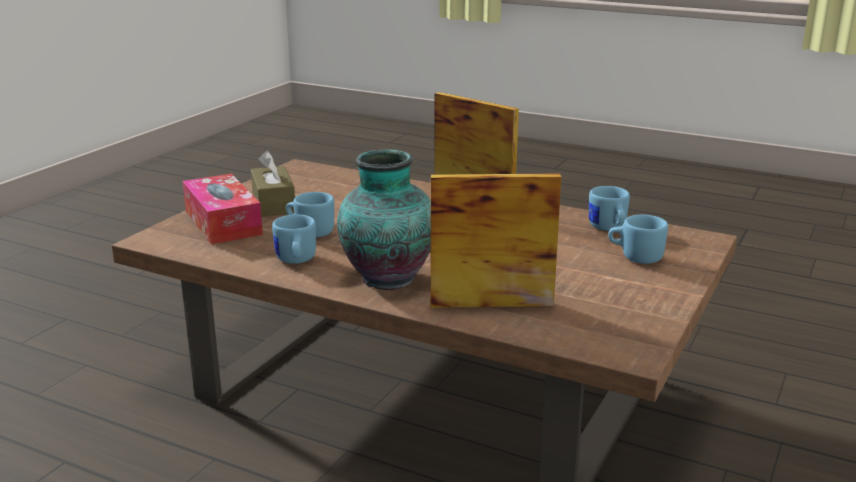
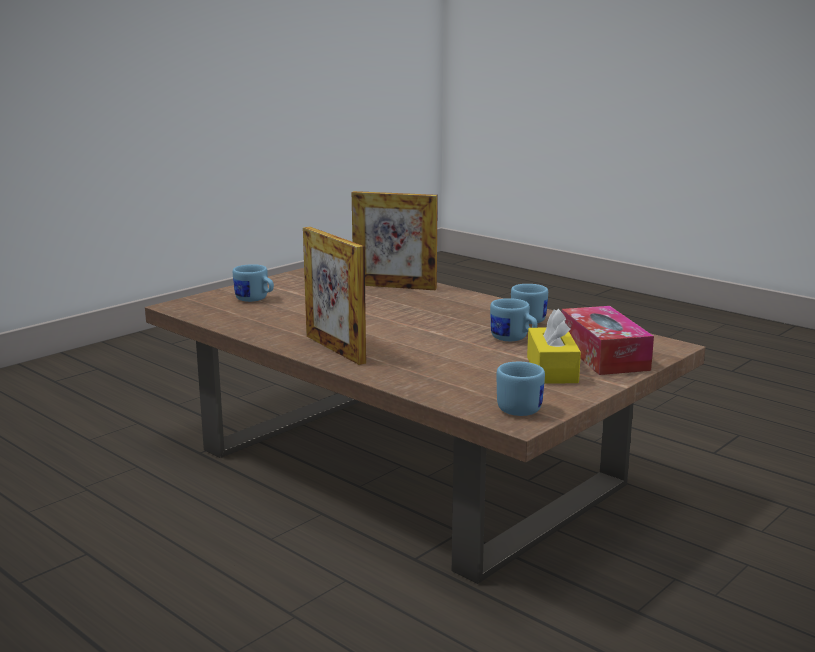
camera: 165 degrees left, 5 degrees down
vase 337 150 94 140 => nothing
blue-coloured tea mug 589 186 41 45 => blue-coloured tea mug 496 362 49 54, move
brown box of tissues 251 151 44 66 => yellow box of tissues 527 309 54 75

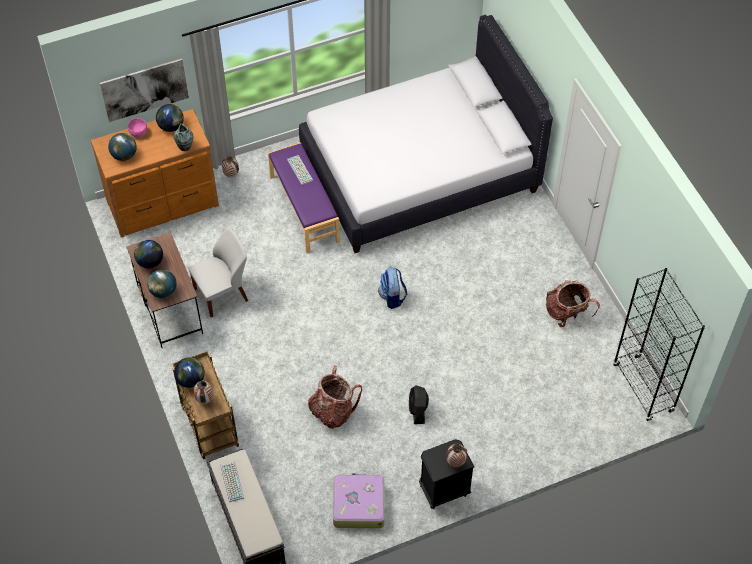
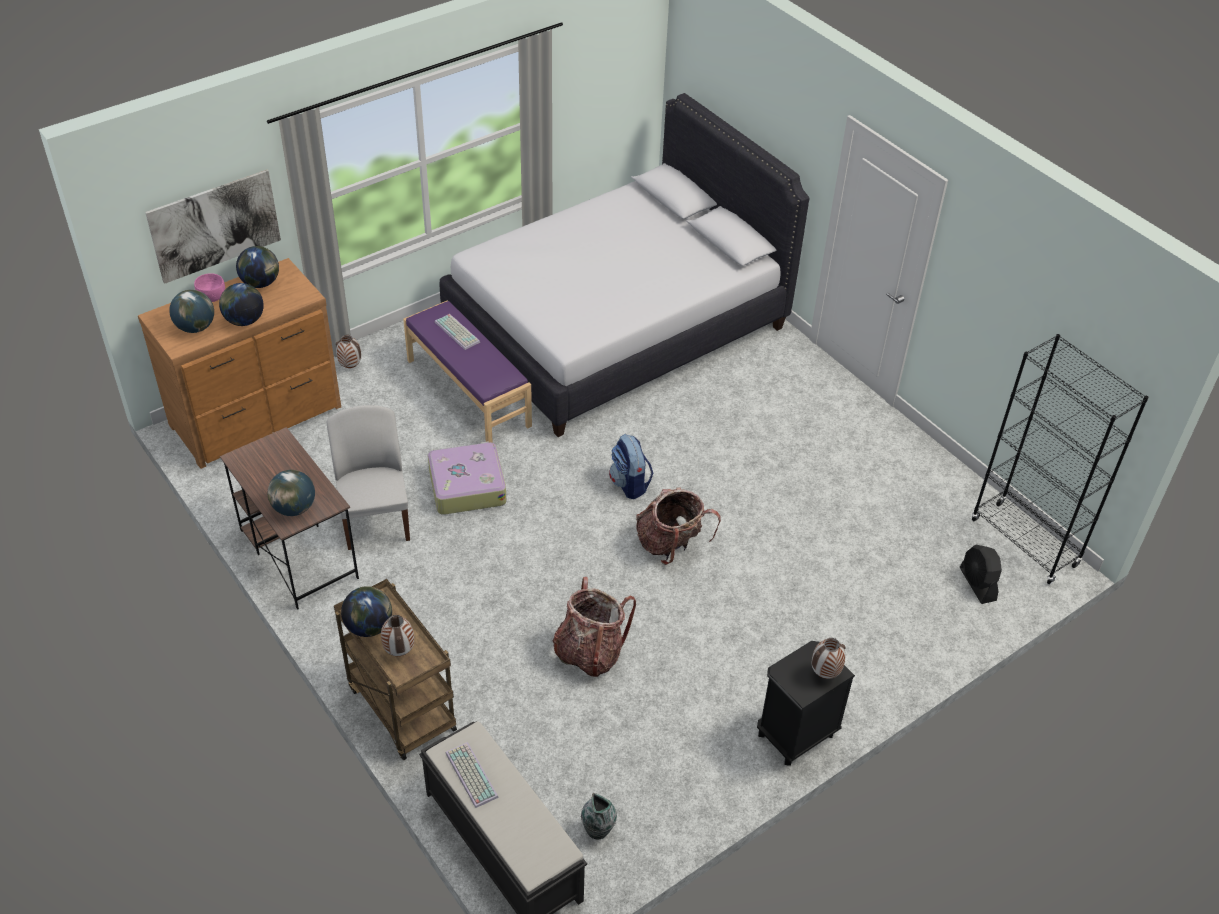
camera: 15 degrees left, 10 degrees down
globe 134 240 29 29 => globe 219 283 45 43, move
vase 174 123 20 28 => vase 581 793 36 46, move
travel case 333 473 52 55 => travel case 428 441 78 74, move
black-coloured cooling fan 409 385 20 39 => black-coloured cooling fan 960 544 42 60, move
knapsack 546 280 54 47 => knapsack 636 488 85 77, move
white-coloured chair 188 227 60 90 => white-coloured chair 327 405 83 145, 60 degrees counterclockwise

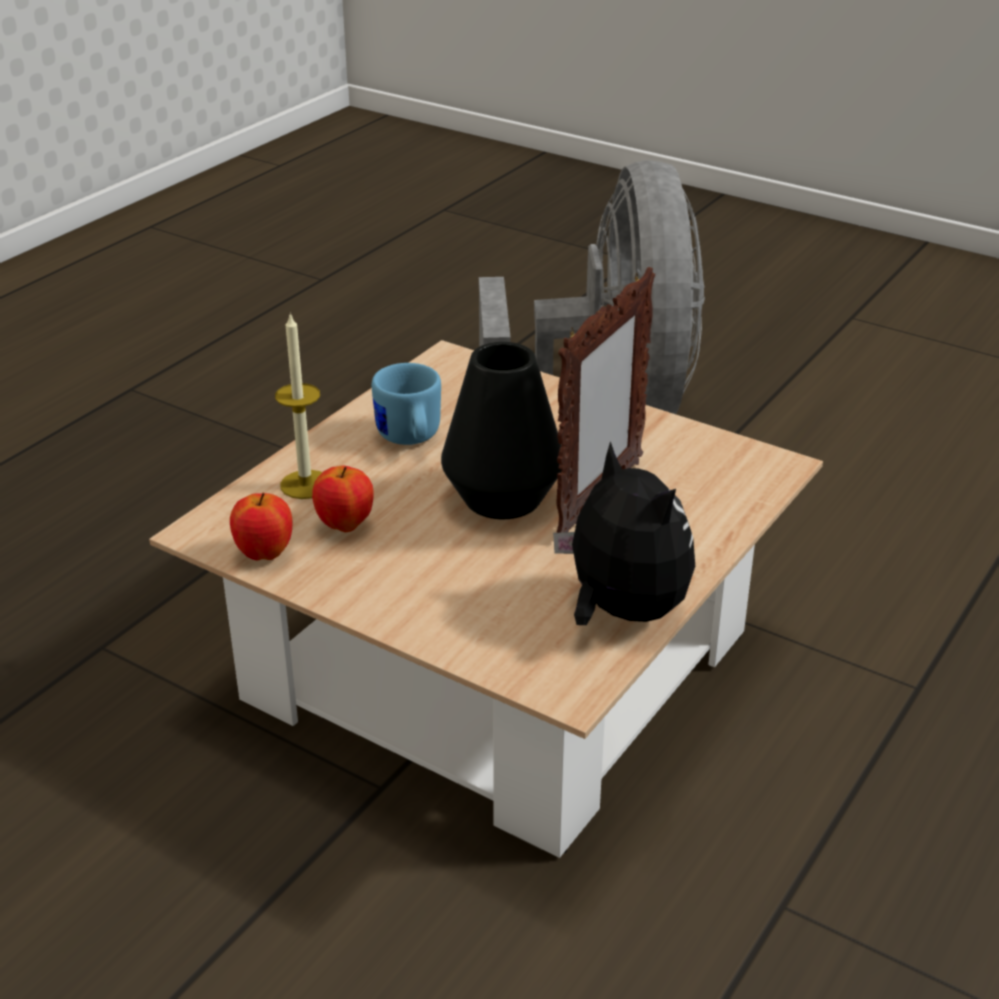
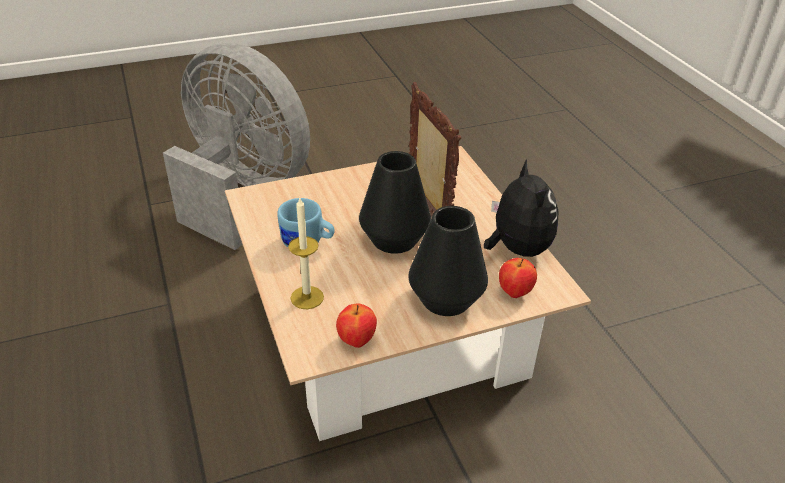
camera: 55 degrees left, 5 degrees up
nothing => black-coloured vase 408 206 80 110
apple 312 466 61 66 => apple 499 258 38 40, move
plush toy 553 441 142 184 => plush toy 484 159 74 98, 75 degrees clockwise

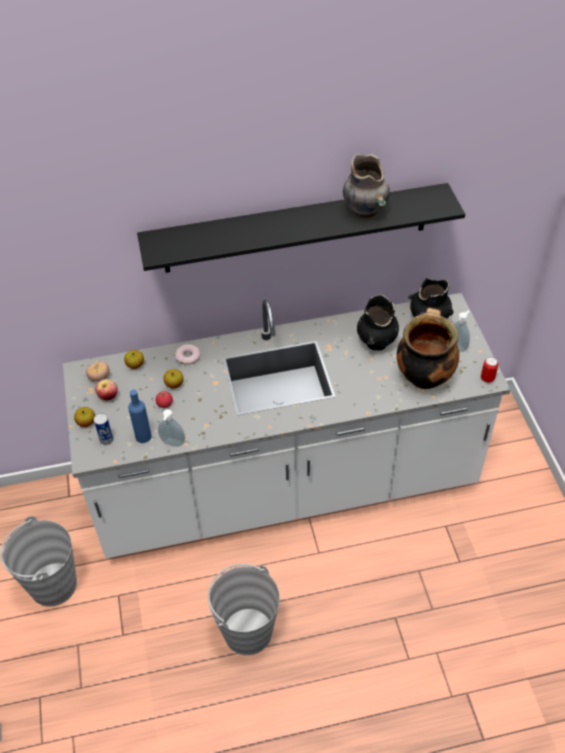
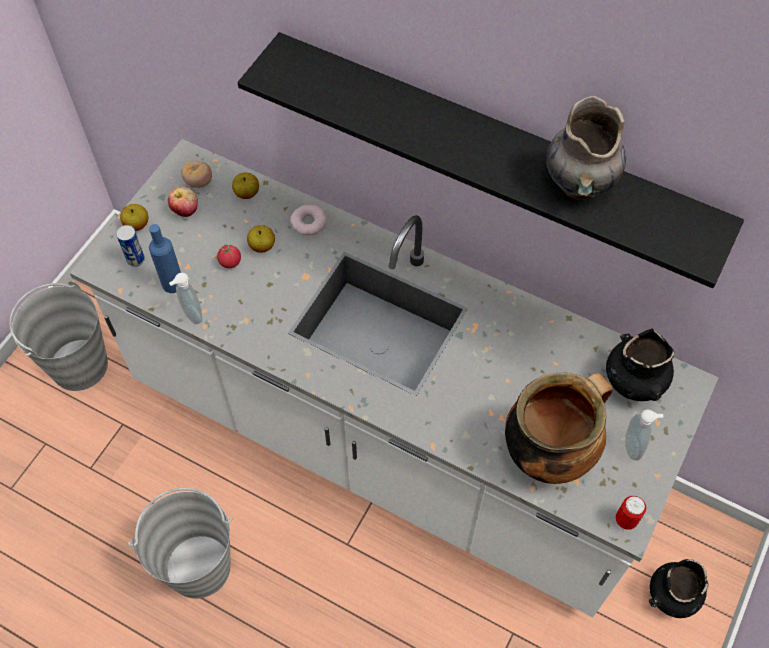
camera: 40 degrees right, 10 degrees up
black-coloured vase 357 295 42 56 => black-coloured vase 649 559 59 59, move

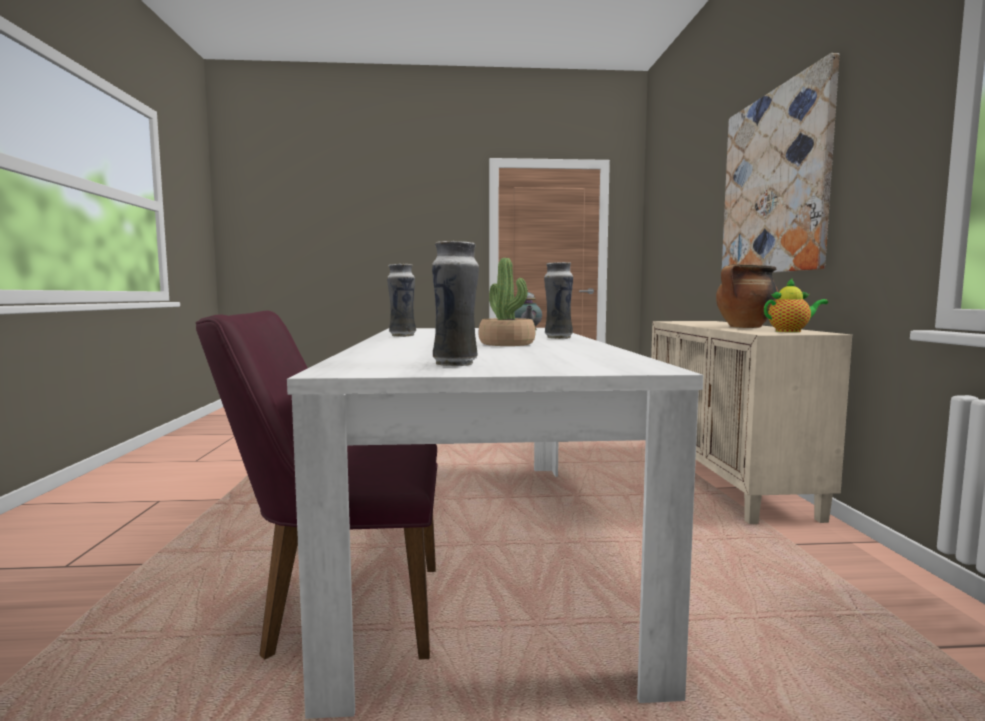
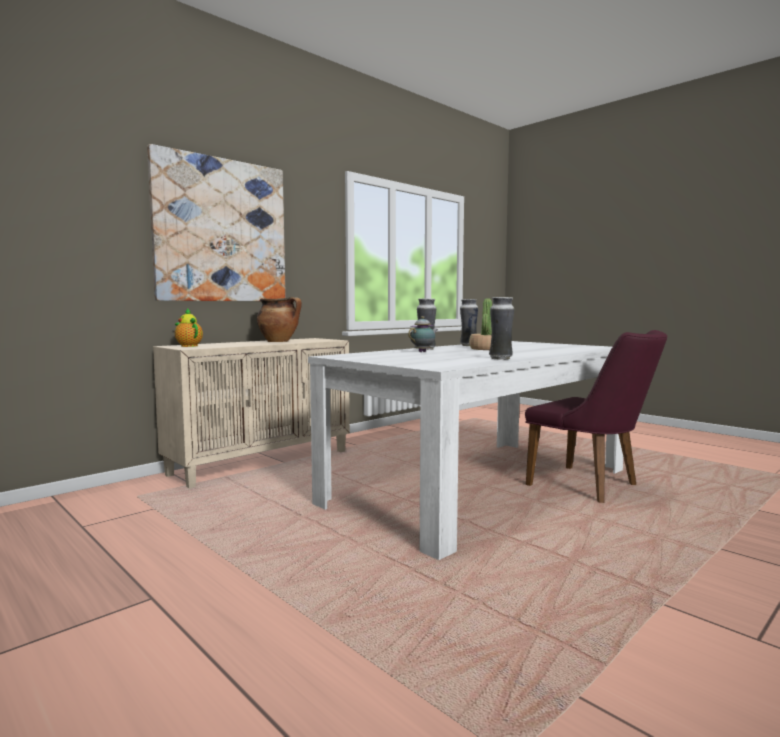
camera: 130 degrees left, 0 degrees up
vase 432 241 47 125 => vase 460 299 18 47, move
tea pot 764 278 64 54 => tea pot 175 308 28 39, move

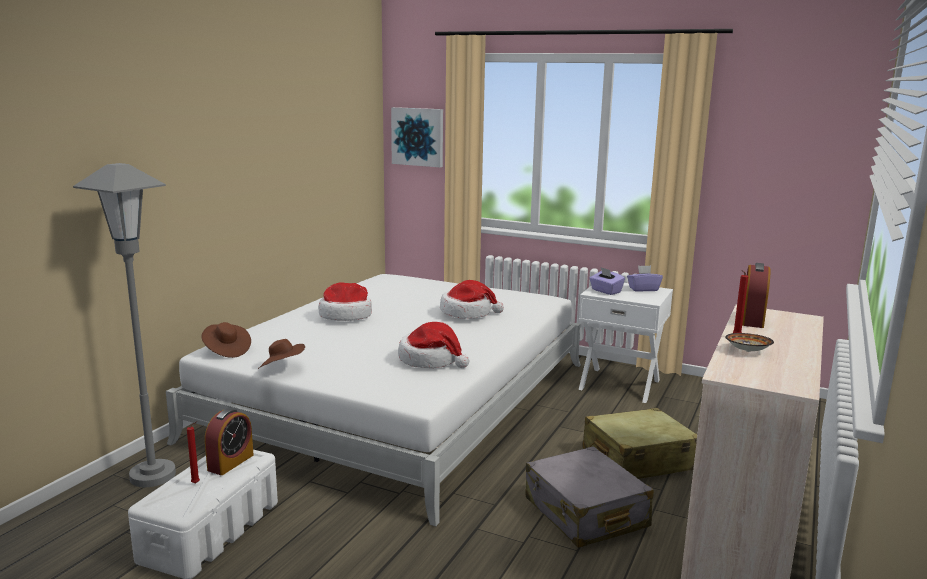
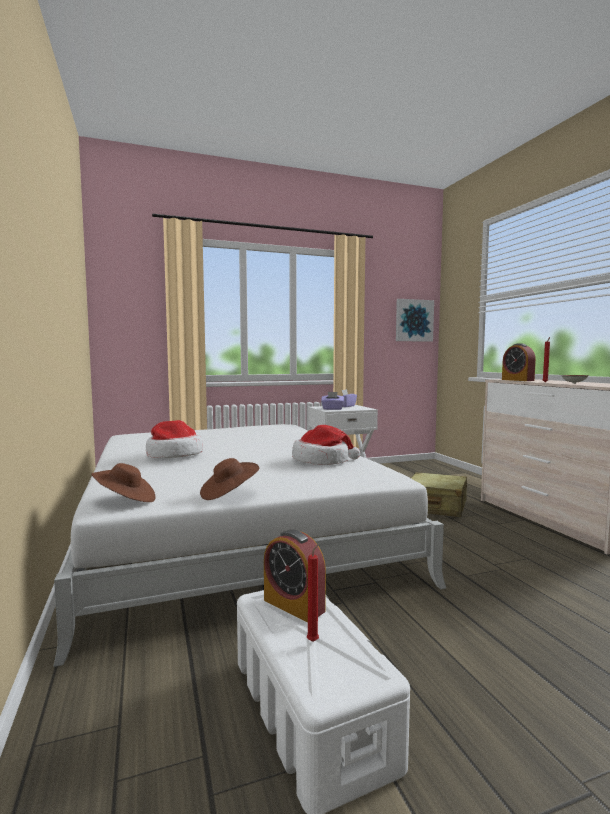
camera: 45 degrees left, 10 degrees down
grey floor lamp 73 163 103 324 => nothing
clothing hat 440 280 64 39 => nothing
grey travel case 526 446 128 102 => nothing
wall art 391 107 52 60 => wall art 396 299 38 43, move
alarm clock 205 408 48 67 => alarm clock 264 530 62 92, 150 degrees clockwise

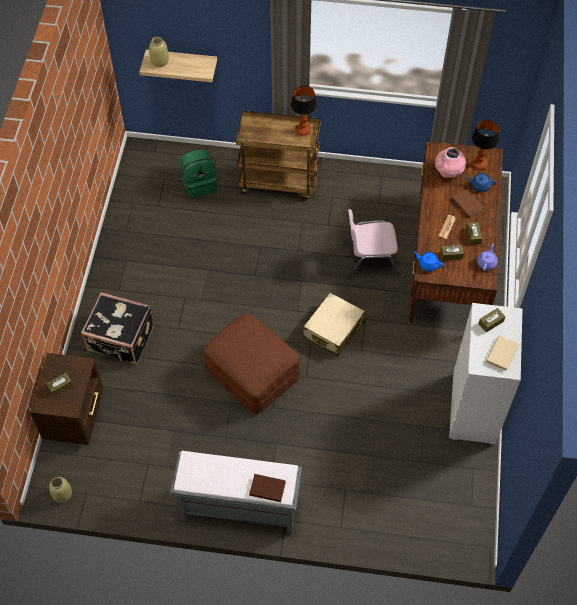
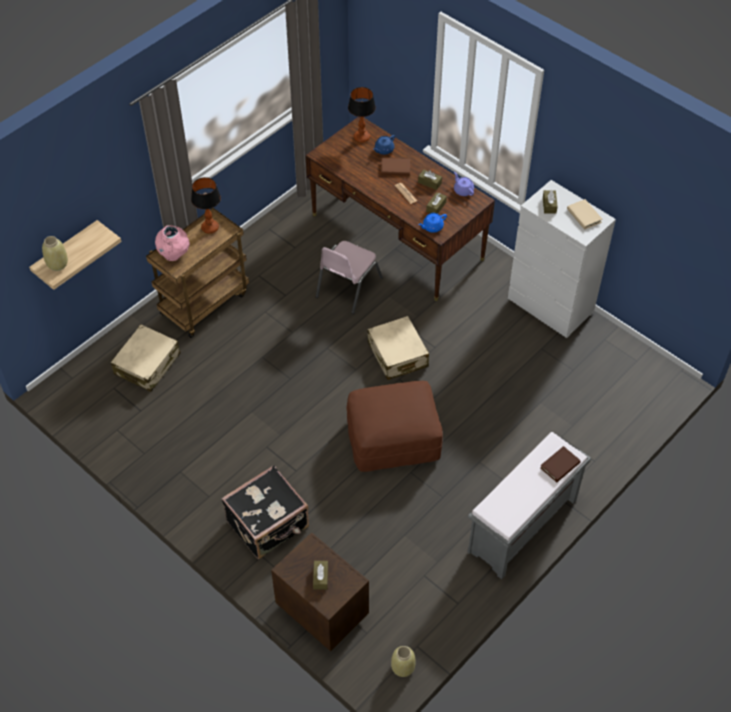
camera: 55 degrees left, 5 degrees down
pink vase 435 147 31 31 => pink vase 155 225 35 36, move
green knapsack 180 149 37 50 => beige-coloured travel case 111 324 69 68

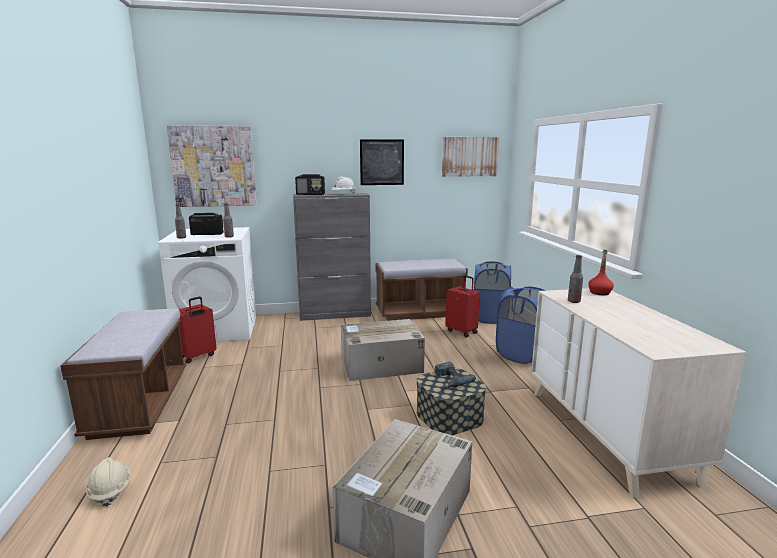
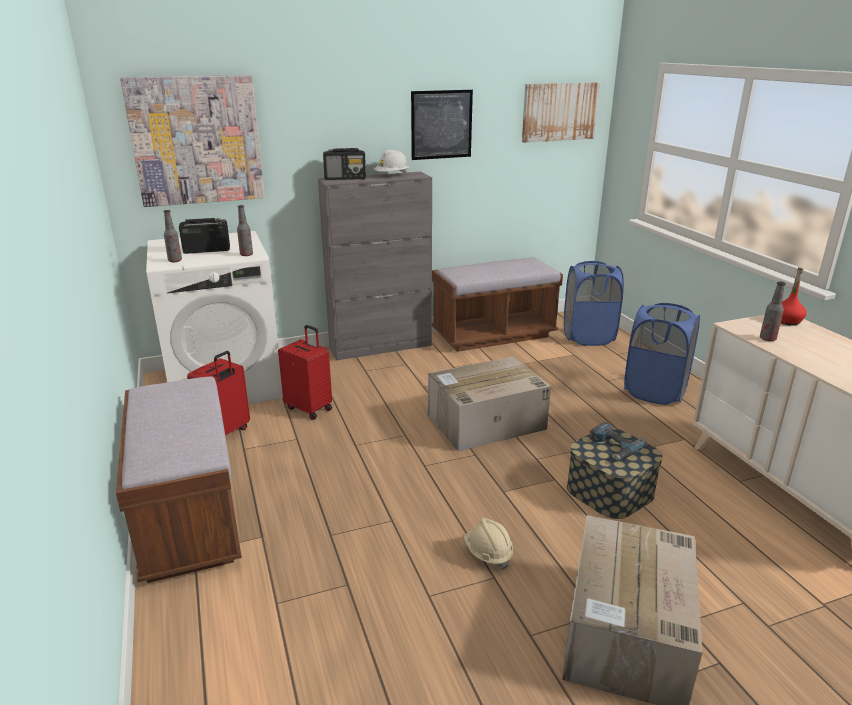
camera: 10 degrees left, 10 degrees up
beige-coloured safety helmet 86 457 45 50 => beige-coloured safety helmet 464 518 50 52, move
reddish travel case 445 276 35 61 => reddish travel case 278 325 54 95, move

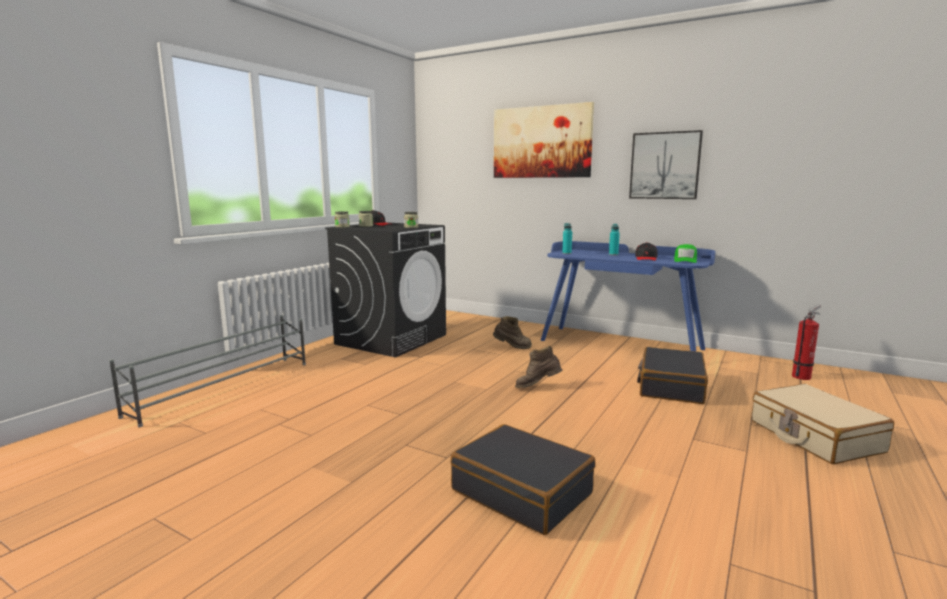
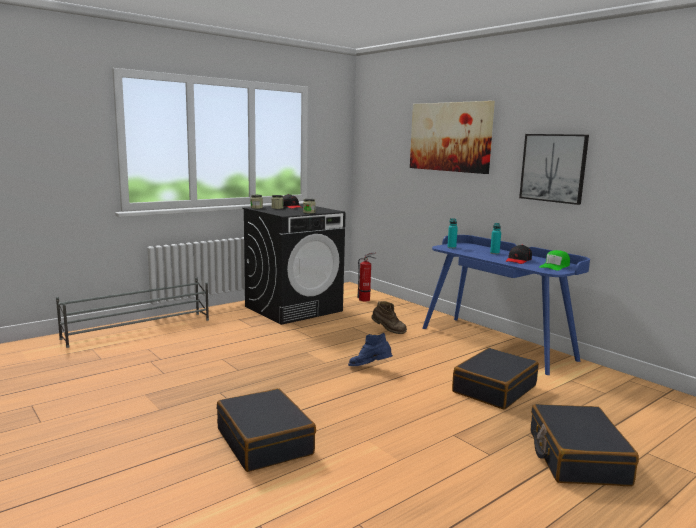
camera: 20 degrees right, 0 degrees up
fire extinguisher 792 304 29 76 => fire extinguisher 357 252 19 49, move
brown tall boot 515 346 47 42 => blue-coloured tall boot 348 333 45 33
beige-coloured travel case 752 384 142 80 => black-coloured travel case 531 404 108 82

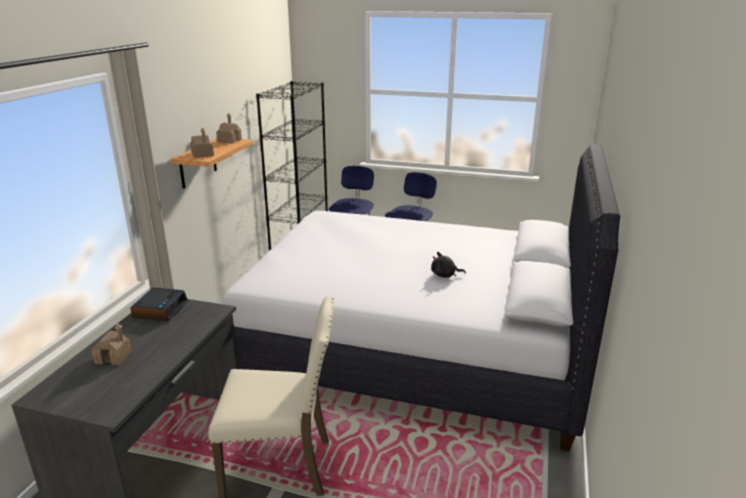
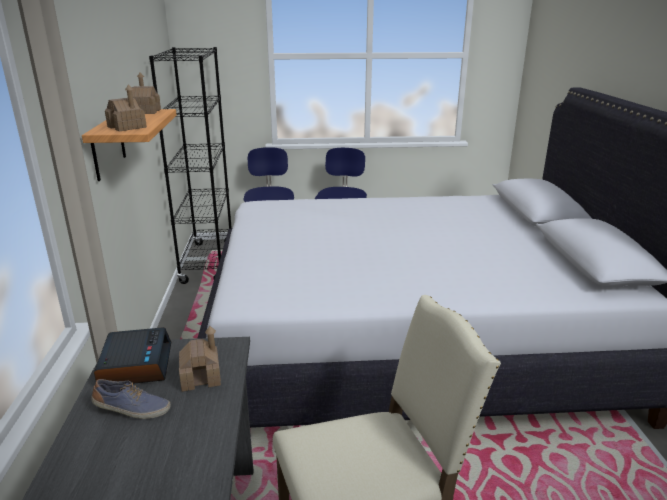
camera: 20 degrees left, 0 degrees up
black-coloured plush toy 431 252 35 26 => nothing
nothing => low shoe 91 379 80 40
toy house 92 323 40 42 => toy house 179 326 42 66, move

